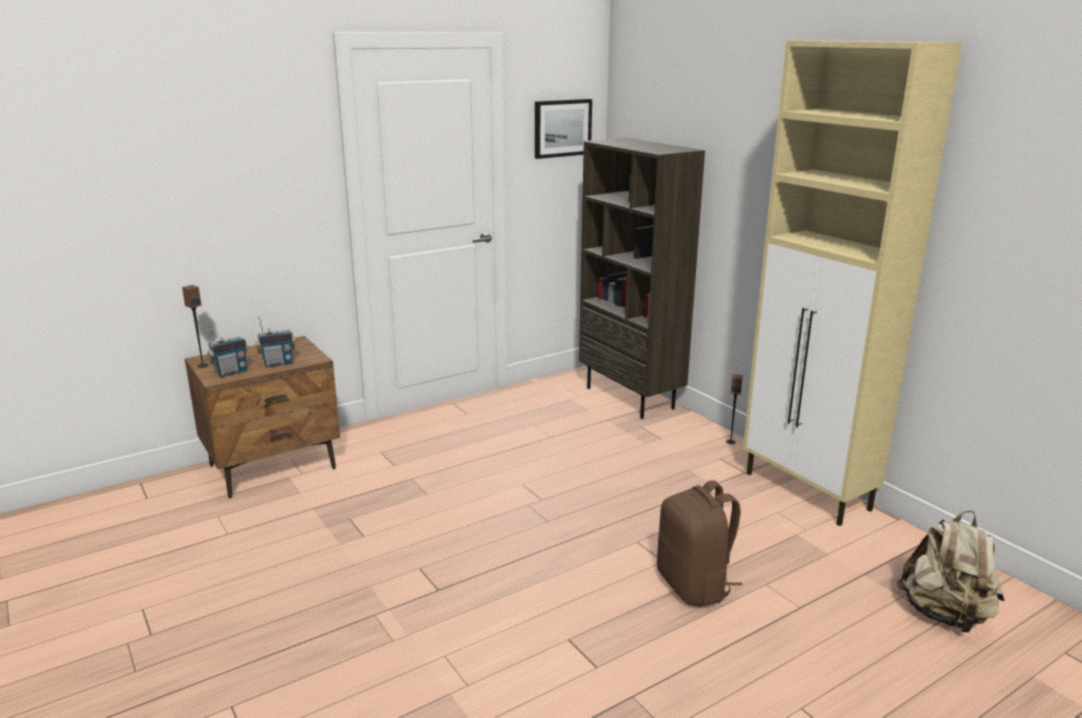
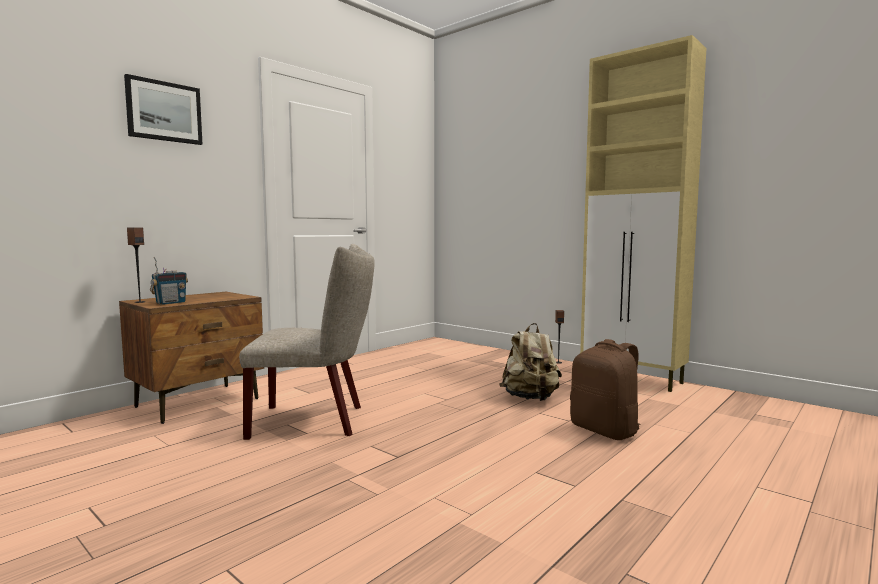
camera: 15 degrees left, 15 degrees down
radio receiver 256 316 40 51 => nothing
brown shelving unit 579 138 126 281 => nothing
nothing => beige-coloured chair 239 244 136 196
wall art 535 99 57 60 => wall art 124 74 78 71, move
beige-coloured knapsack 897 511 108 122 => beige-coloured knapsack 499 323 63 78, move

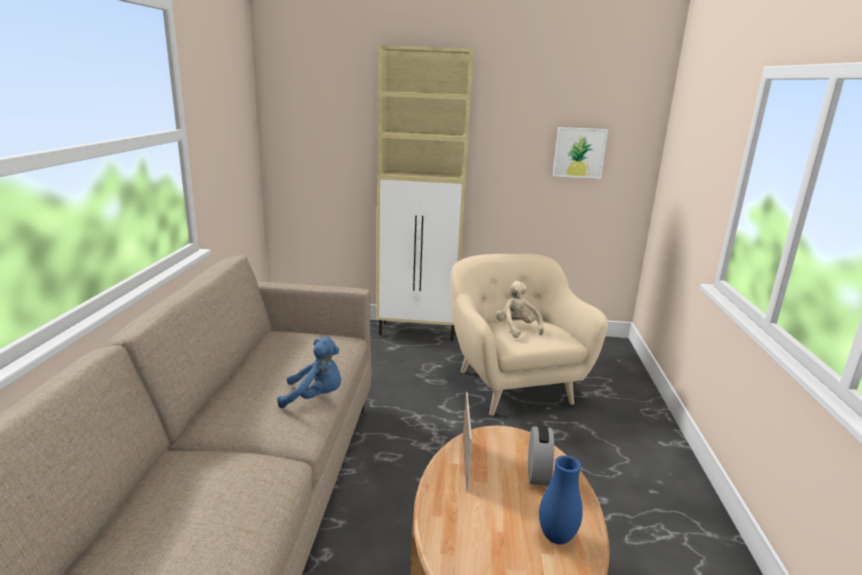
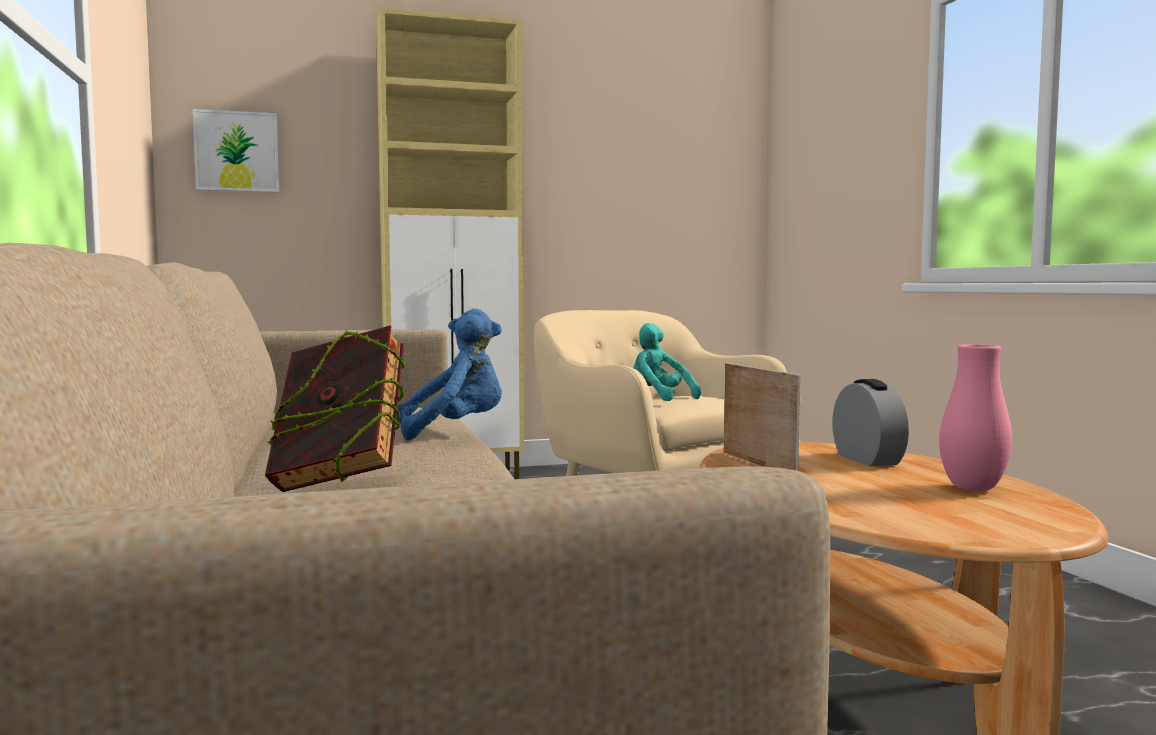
camera: 20 degrees left, 15 degrees down
nothing => book 265 325 141 167
wall art 553 127 55 52 => wall art 193 109 87 83, move
beige-coloured plush toy 495 281 49 57 => blue-green plush toy 633 323 68 78
blue-coloured vase 539 455 44 89 => pink vase 939 344 73 148

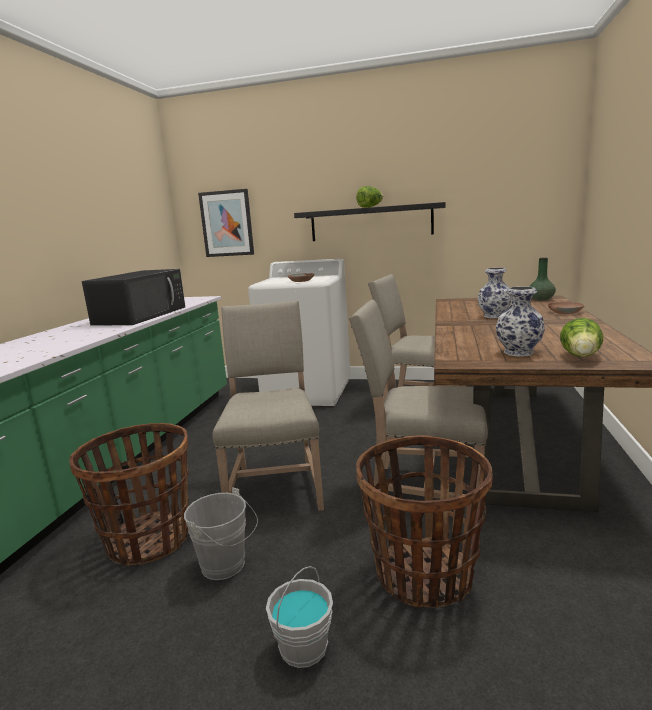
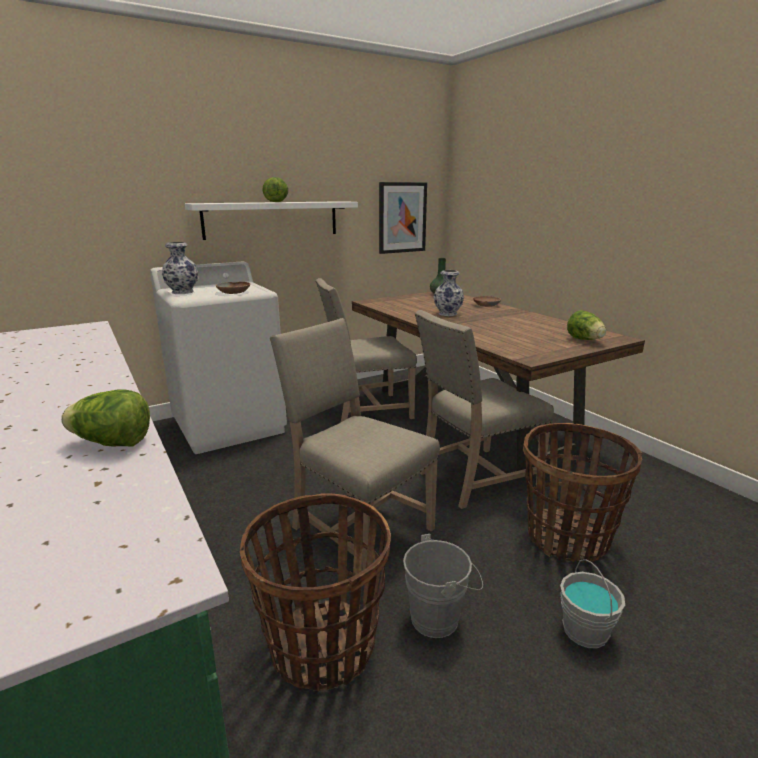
camera: 45 degrees left, 5 degrees up
black-coloured microwave 82 269 103 57 => nothing
nothing => head of lettuce 61 390 89 56
wall art 198 189 56 68 => wall art 379 182 48 72, move
vase 495 286 50 71 => vase 162 242 36 52, move
black-coloured bracket shelf 294 202 152 39 => white-coloured bracket shelf 185 201 173 39

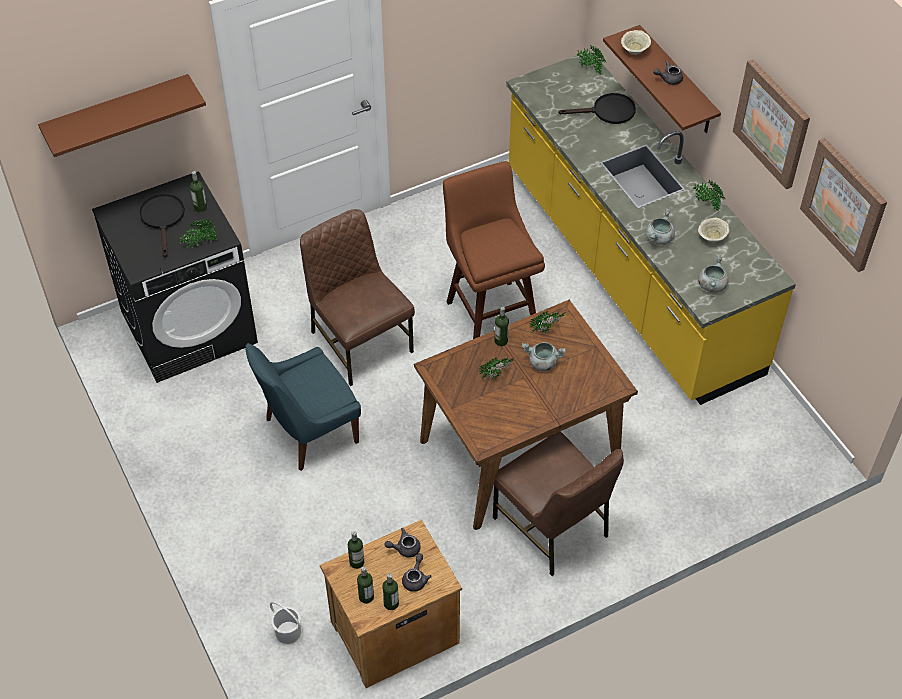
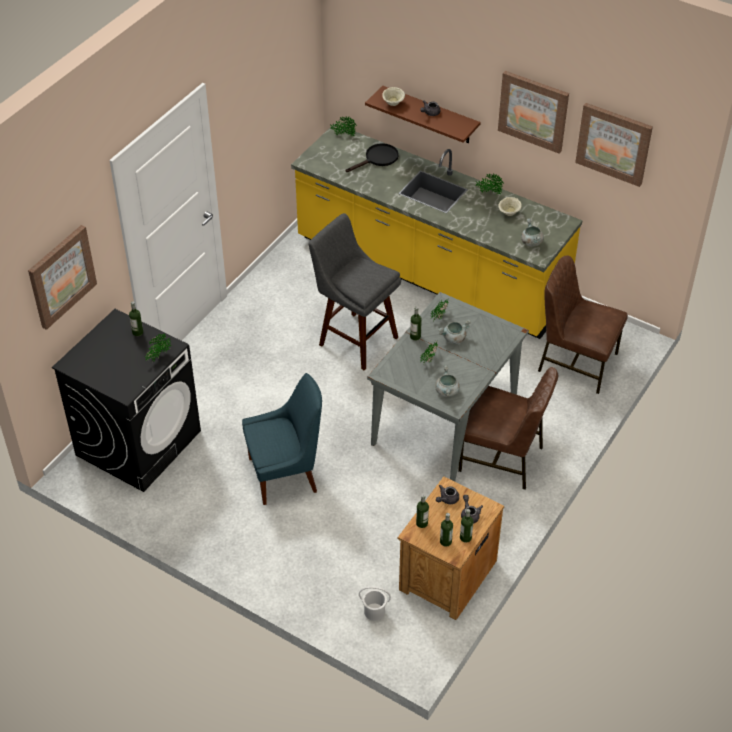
camera: 30 degrees left, 5 degrees down
black-coloured skillet 139 194 46 63 => nothing
brown chair 300 209 115 177 => brown chair 538 255 90 139, move
grey cooking pot 646 208 29 37 => grey cooking pot 435 365 25 32, move
brown bracket shelf 38 74 168 83 => wall art 28 225 69 105
brown dining table 414 300 224 230 => grey dining table 367 292 162 190
brown sitting stool 443 161 102 178 => grey sitting stool 309 213 92 157
blue-coloured chair 245 343 116 128 => blue-coloured chair 242 373 80 132, 135 degrees counterclockwise

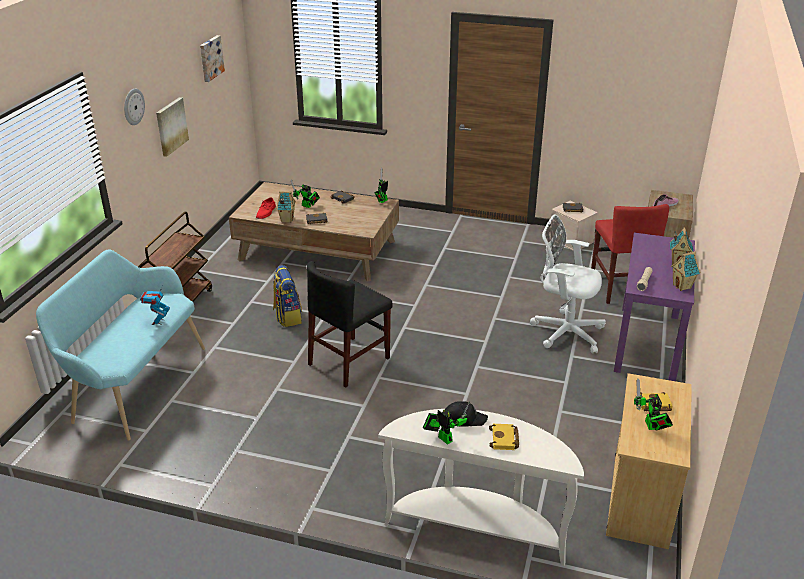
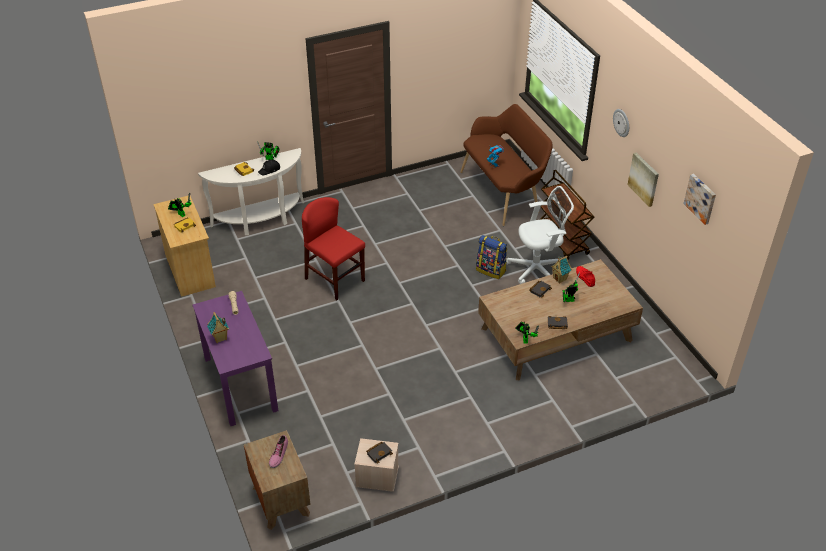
camera: 140 degrees right, 10 degrees up
black-coloured chair 307 261 86 126 => nothing
toy house 671 251 30 40 => nothing
white-coloured computer chair 530 215 76 138 => white-coloured computer chair 506 186 68 98, move
reddish chair 591 204 78 100 => reddish chair 302 197 63 103, move
blue-green bench 36 249 169 191 => brown bench 460 104 92 122

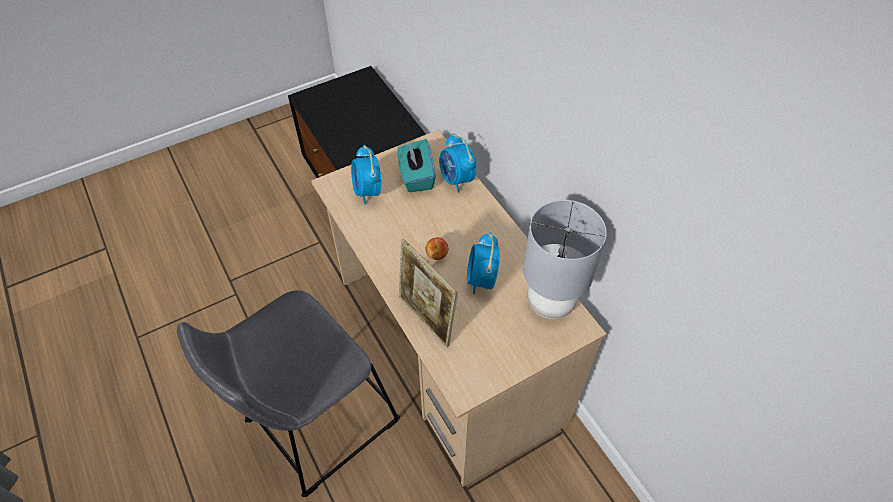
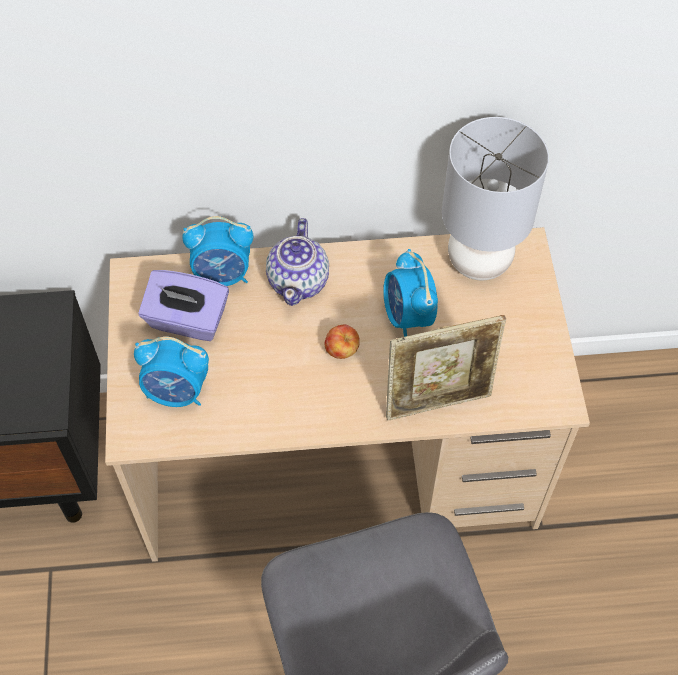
camera: 65 degrees left, 5 degrees up
nothing => tea pot 266 218 63 88
blue-green box of tissues 397 139 39 53 => purple-coloured box of tissues 139 270 90 71
alarm clock 467 232 33 62 => alarm clock 383 249 55 88, 45 degrees clockwise

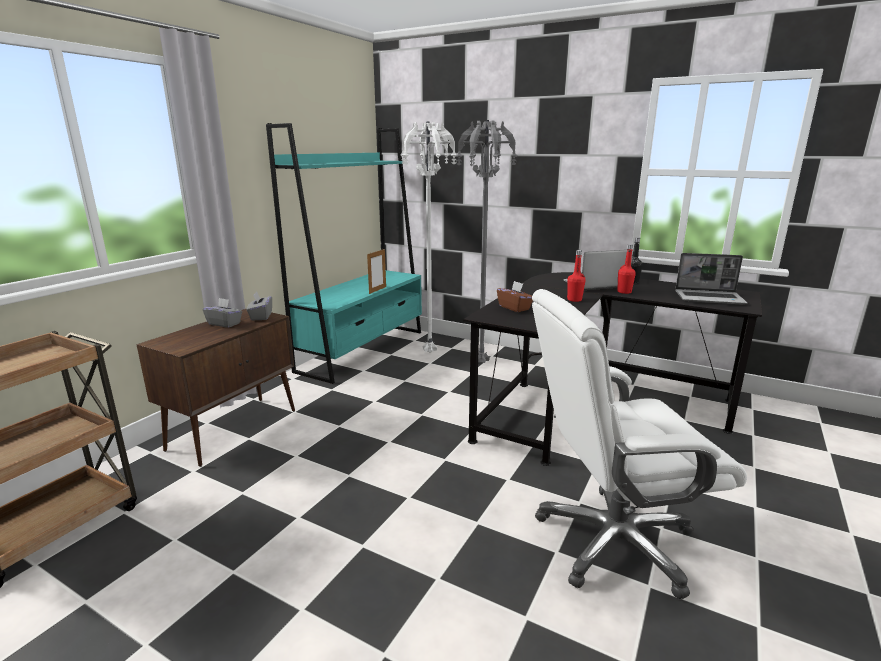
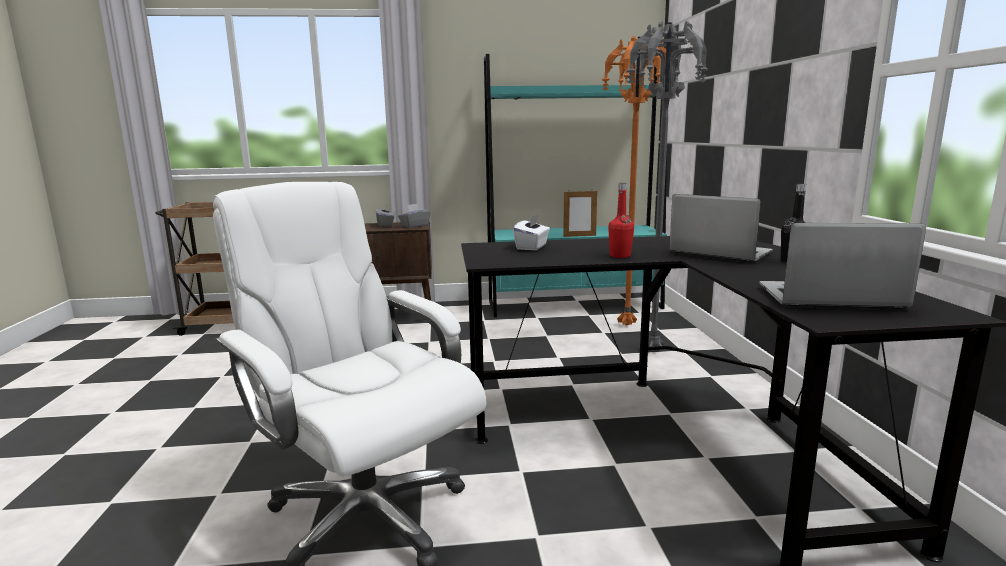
camera: 55 degrees right, 5 degrees down
reddish drink bottle 617 244 19 50 => nothing
white-coloured floor lamp 401 121 56 232 => orange-coloured floor lamp 602 36 73 289
brown box of tissues 497 281 36 31 => white-coloured box of tissues 513 213 37 37
portable computer 675 253 73 52 => portable computer 759 223 167 87, 120 degrees clockwise

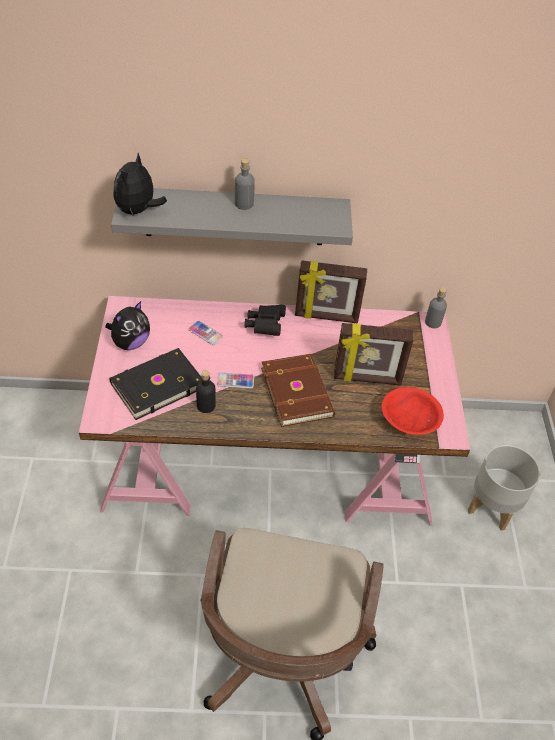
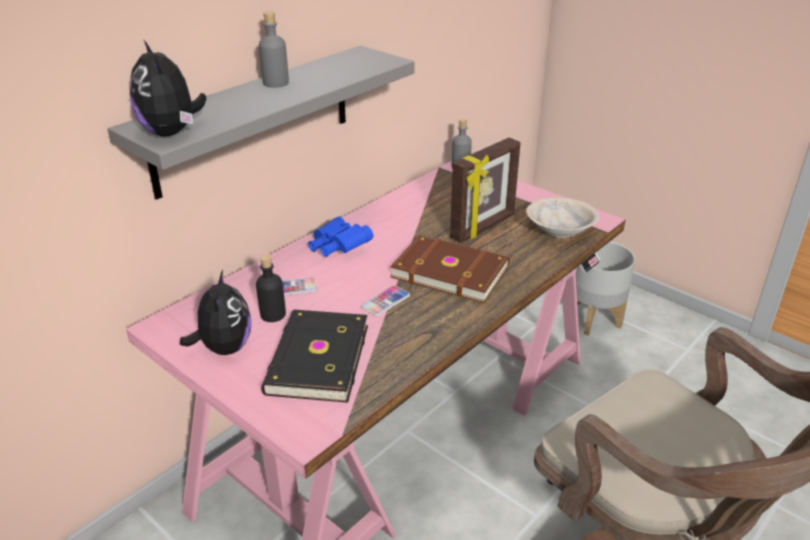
camera: 45 degrees left, 15 degrees down
photo frame 295 260 72 63 => nothing
black-coloured drink bottle 196 370 20 43 => black-coloured drink bottle 256 255 30 67, move
black-coloured binoculars 244 305 42 31 => blue-coloured binoculars 308 217 65 40
reddish serving bowl 382 387 62 48 => beige-coloured serving bowl 526 197 74 41

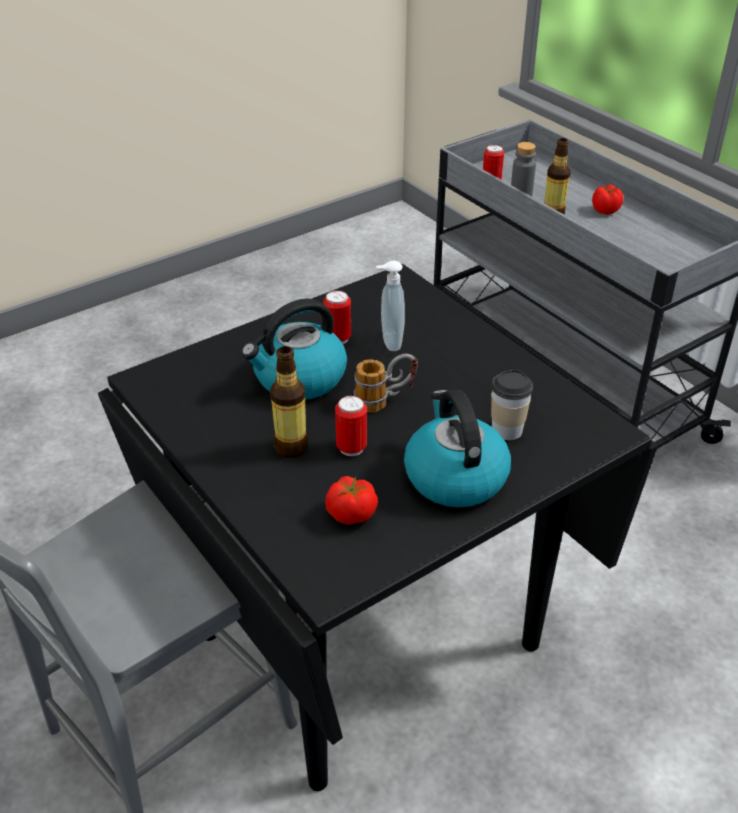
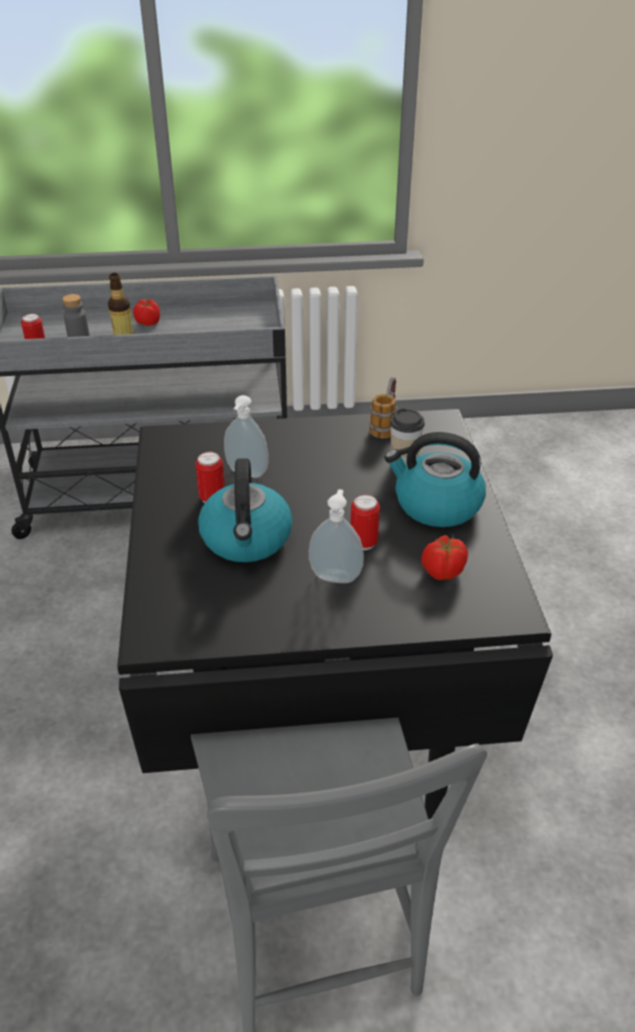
camera: 60 degrees left, 0 degrees up
tea mug 354 354 64 59 => tea mug 369 377 28 61, move
drink bottle 270 346 38 112 => soap bottle 309 489 55 94

